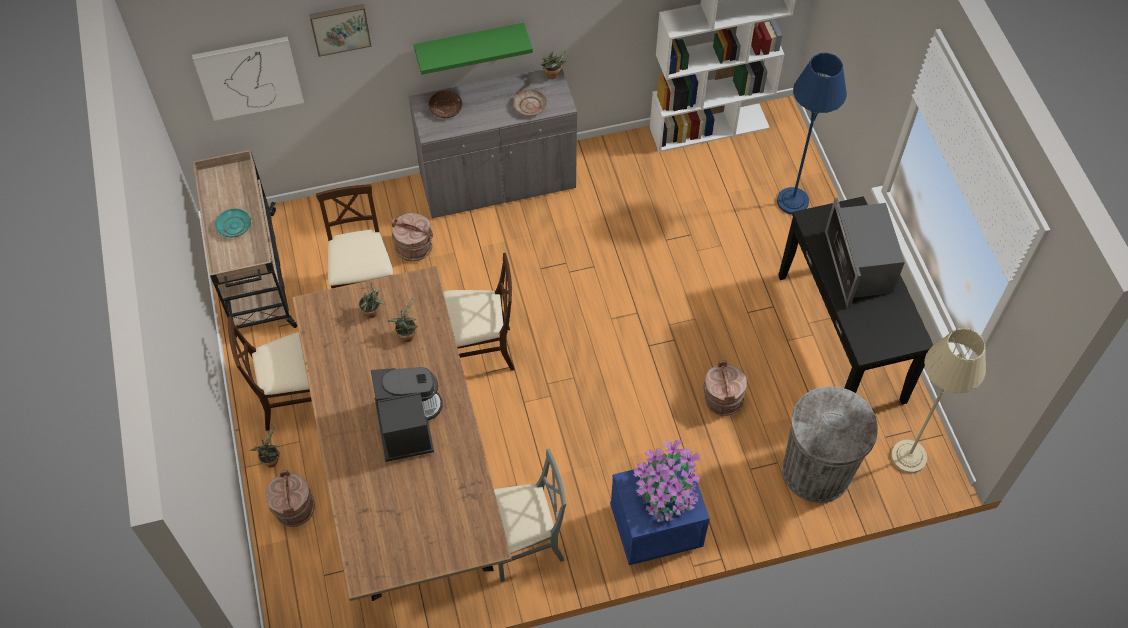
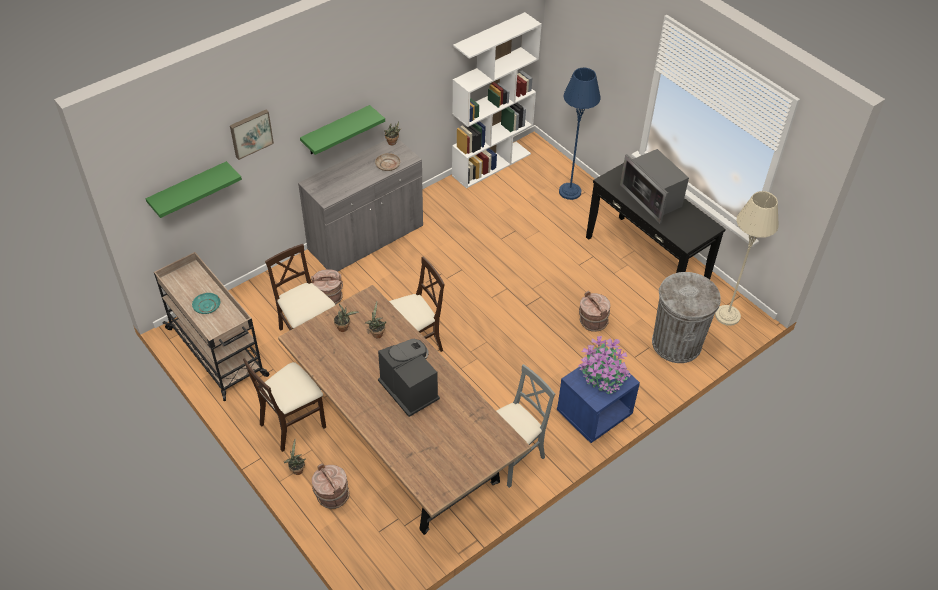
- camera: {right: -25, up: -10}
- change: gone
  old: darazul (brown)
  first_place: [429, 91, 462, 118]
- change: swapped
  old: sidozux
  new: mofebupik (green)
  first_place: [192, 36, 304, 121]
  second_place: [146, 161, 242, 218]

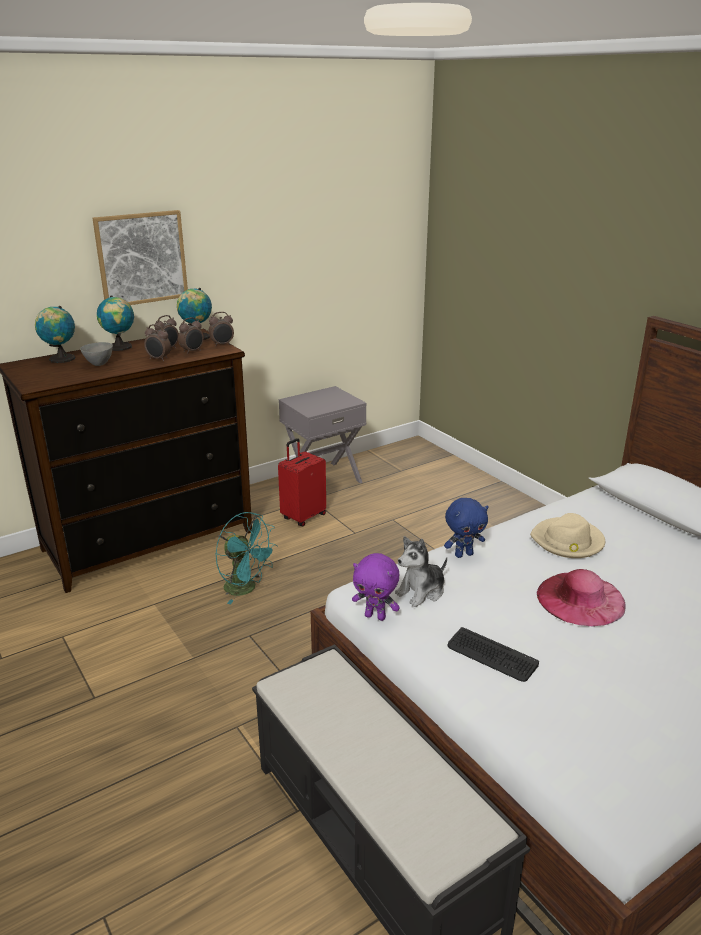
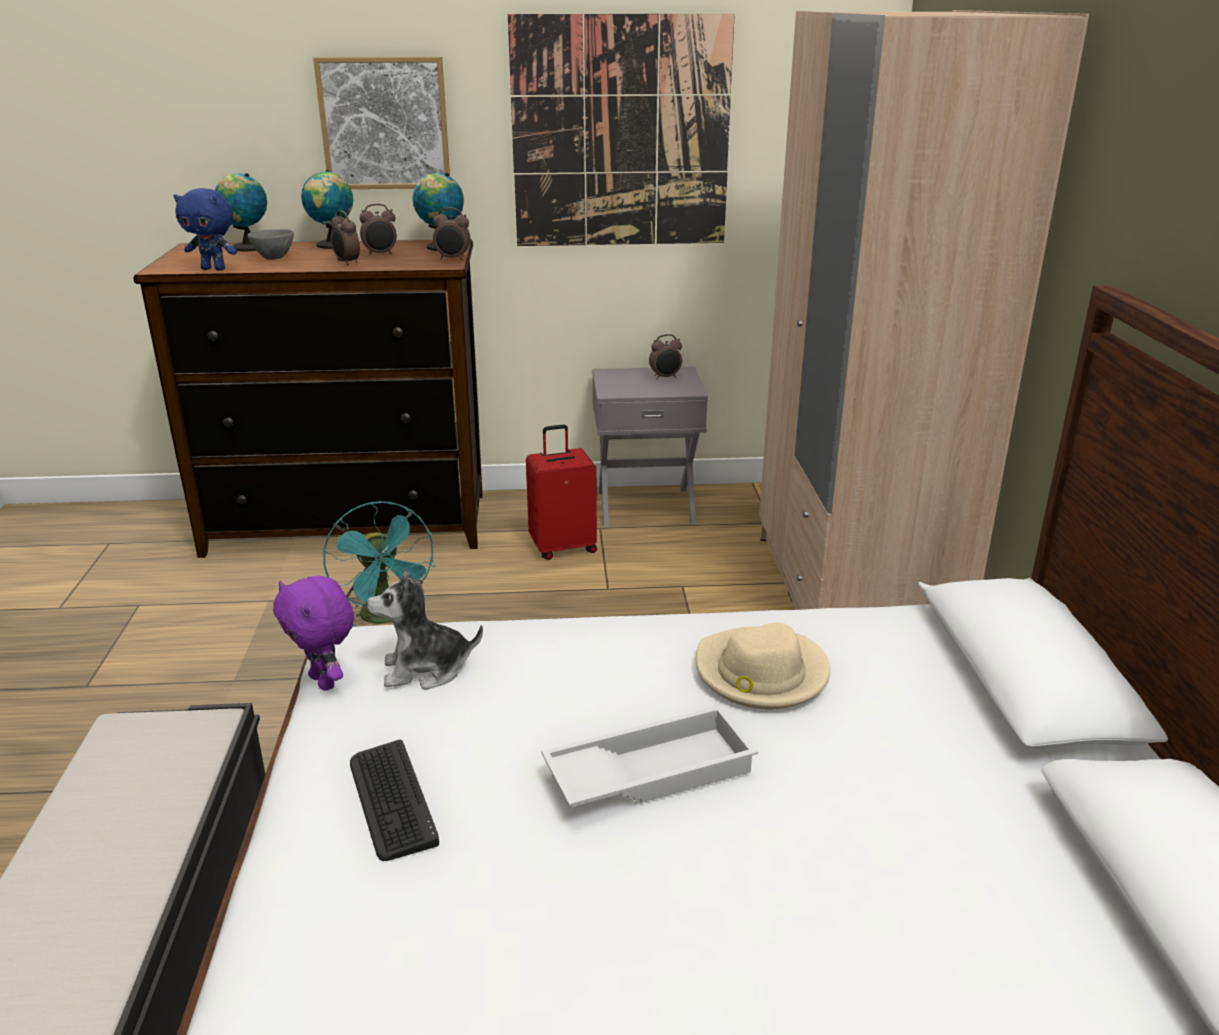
- camera: {right: 30, up: 0}
- change: new
  new: sidozux
  second_place: [508, 14, 735, 246]
- change: new
  new: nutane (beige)
  second_place: [759, 10, 1089, 610]
- change: shifted
  old: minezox
  first_place: [178, 317, 204, 354]
  second_place: [649, 334, 682, 379]
- change: shifted
  old: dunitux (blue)
  first_place: [444, 498, 489, 558]
  second_place: [174, 188, 237, 271]
- change: swapped
  old: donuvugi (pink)
  new: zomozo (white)
  first_place: [537, 569, 626, 627]
  second_place: [541, 705, 758, 807]

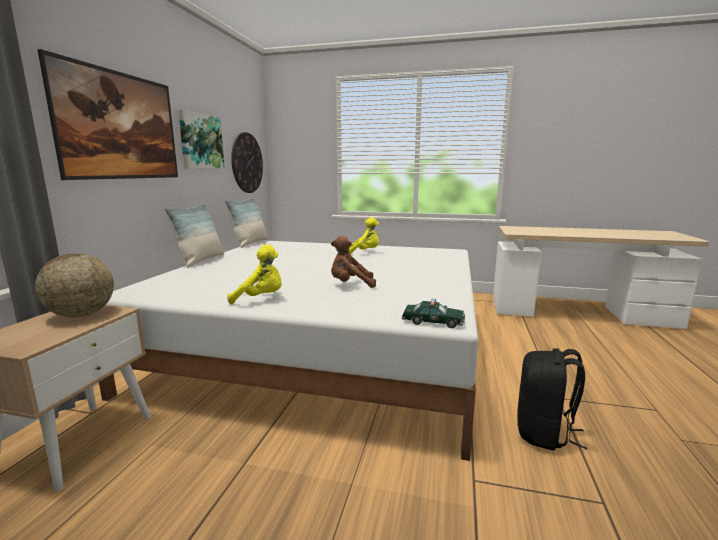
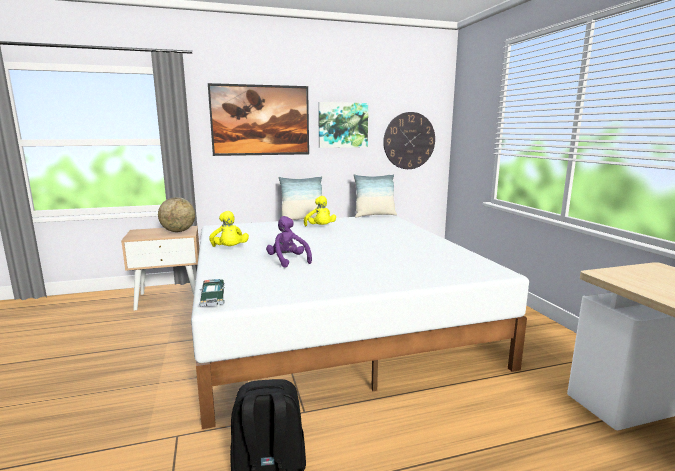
- camera: {right: 60, up: 0}
- change: shifted
  old: dunitux (yellow)
  first_place: [349, 217, 379, 254]
  second_place: [304, 196, 336, 226]
- change: repainted
  old: dunitux (brown)
  new: dunitux (purple)
  first_place: [331, 236, 376, 288]
  second_place: [266, 216, 312, 268]

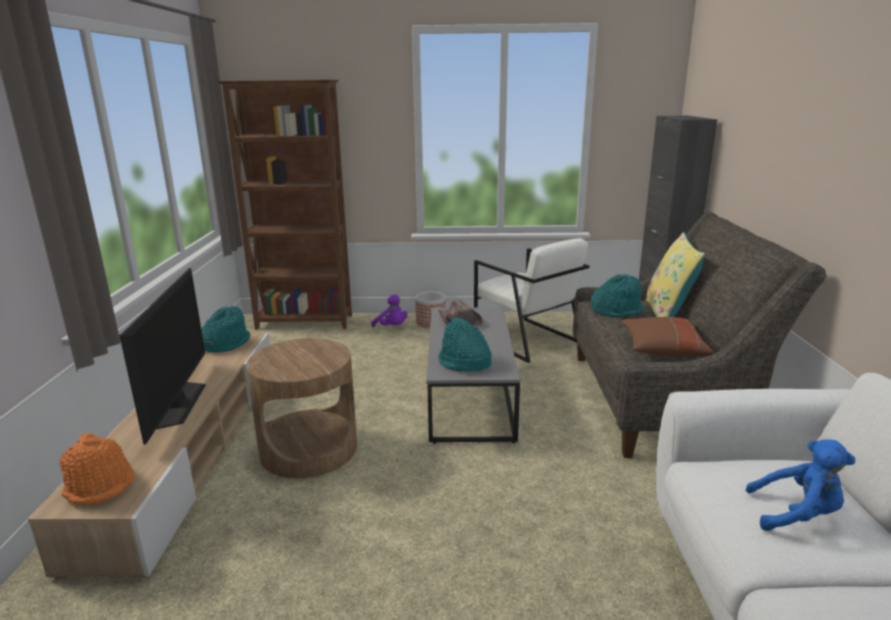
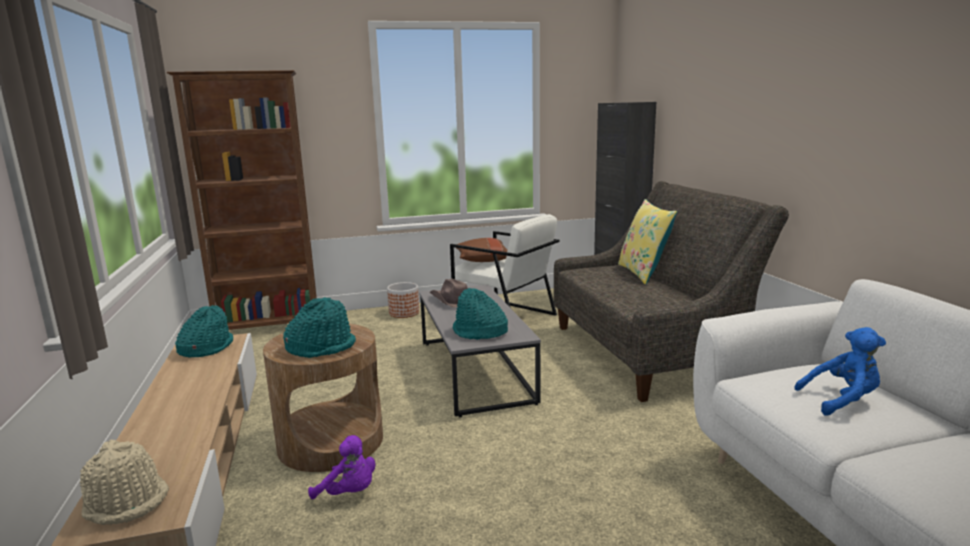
- camera: {right: -15, up: -5}
- change: gone
  old: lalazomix
  first_place: [119, 268, 206, 445]
- change: shifted
  old: dunitux (purple)
  first_place: [371, 294, 407, 327]
  second_place: [308, 435, 375, 499]
- change: shifted
  old: donuvugi (turquoise)
  first_place: [591, 274, 644, 317]
  second_place: [283, 297, 356, 358]
- change: shifted
  old: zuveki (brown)
  first_place: [621, 317, 714, 357]
  second_place: [457, 238, 507, 262]
- change: repainted
  old: donuvugi (orange)
  new: donuvugi (beige)
  first_place: [59, 433, 135, 505]
  second_place: [79, 439, 169, 525]

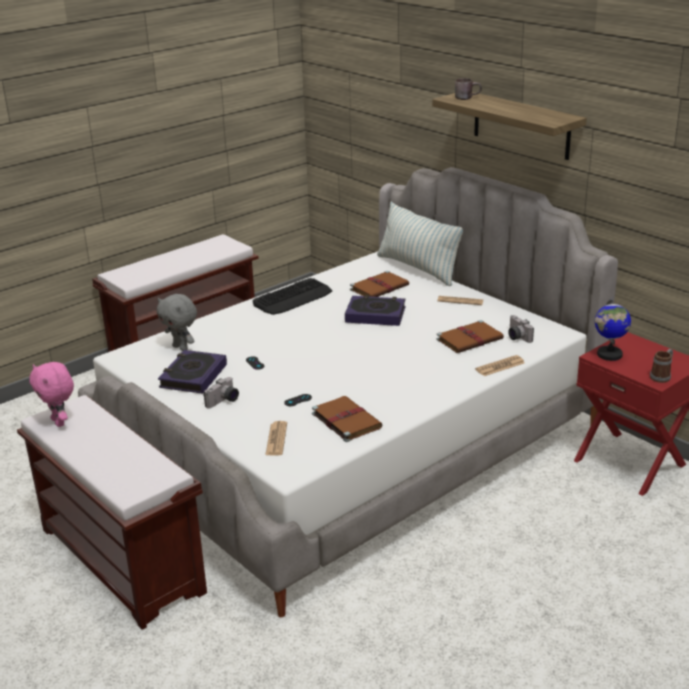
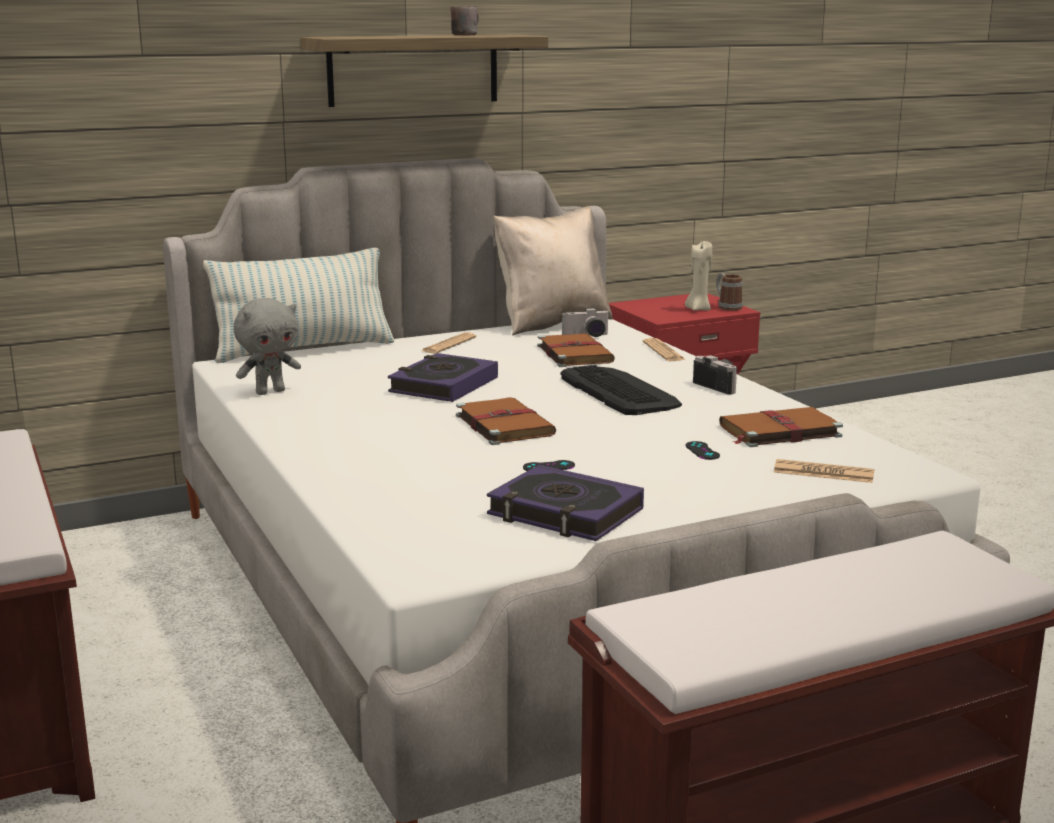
- camera: {right: -75, up: -10}
- change: gone
  old: dunitux (pink)
  first_place: [29, 362, 74, 427]
- change: gone
  old: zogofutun
  first_place: [595, 298, 631, 361]
- change: new
  new: zuveki (beige)
  second_place: [493, 206, 613, 335]
- change: new
  new: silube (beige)
  second_place: [685, 241, 712, 311]
- change: shifted
  old: dunitux (grey)
  first_place: [157, 294, 197, 351]
  second_place: [233, 298, 301, 395]
- change: shifted
  old: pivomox
  first_place: [204, 377, 239, 408]
  second_place: [693, 355, 738, 395]
- change: shifted
  old: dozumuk
  first_place: [253, 278, 332, 315]
  second_place: [560, 365, 682, 415]
- change: shifted
  old: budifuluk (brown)
  first_place: [350, 271, 409, 297]
  second_place: [456, 397, 556, 445]
- change: shifted
  old: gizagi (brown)
  first_place: [455, 78, 482, 100]
  second_place: [451, 6, 479, 35]

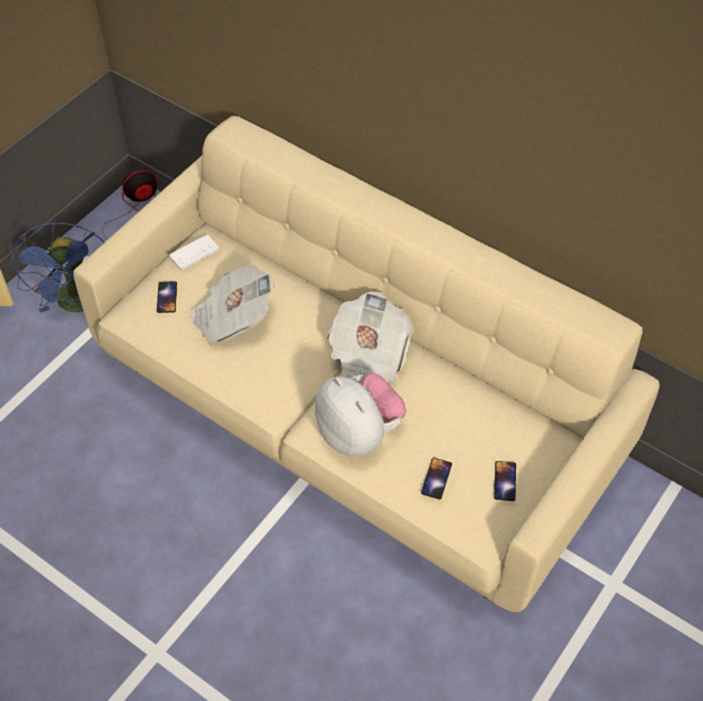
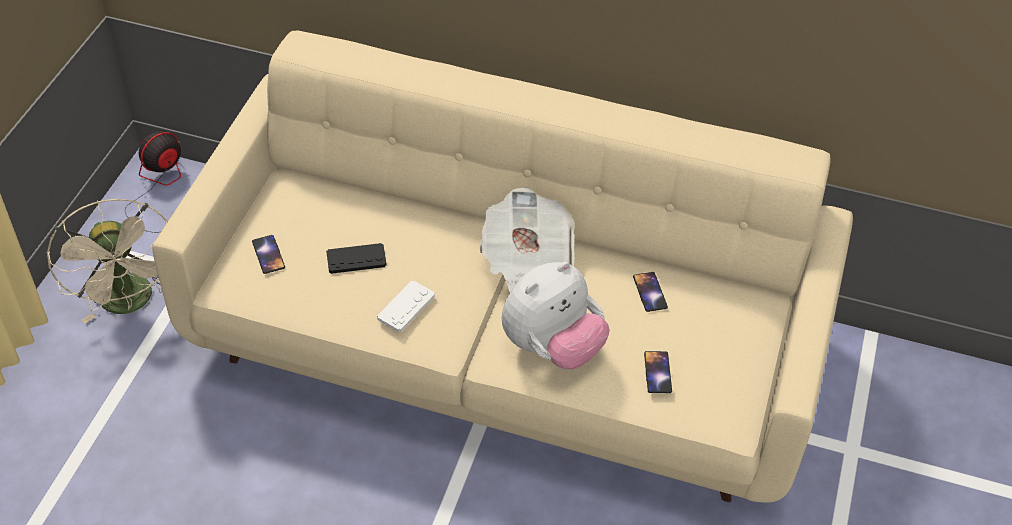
- camera: {right: -20, up: -5}
- change: shifted
  old: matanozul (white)
  first_place: [169, 235, 219, 270]
  second_place: [377, 280, 435, 332]
- change: shifted
  old: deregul
  first_place: [494, 461, 516, 501]
  second_place: [633, 272, 668, 312]
- change: swapped
  old: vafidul
  new: matanozul (black)
  first_place: [189, 264, 275, 345]
  second_place: [326, 243, 387, 274]
- change: repainted
  old: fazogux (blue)
  new: fazogux (beige)
  first_place: [10, 222, 104, 313]
  second_place: [47, 199, 168, 323]
- change: rotated
  old: dunitux
  first_place: [315, 373, 406, 456]
  second_place: [502, 261, 610, 369]
  degrees: 105

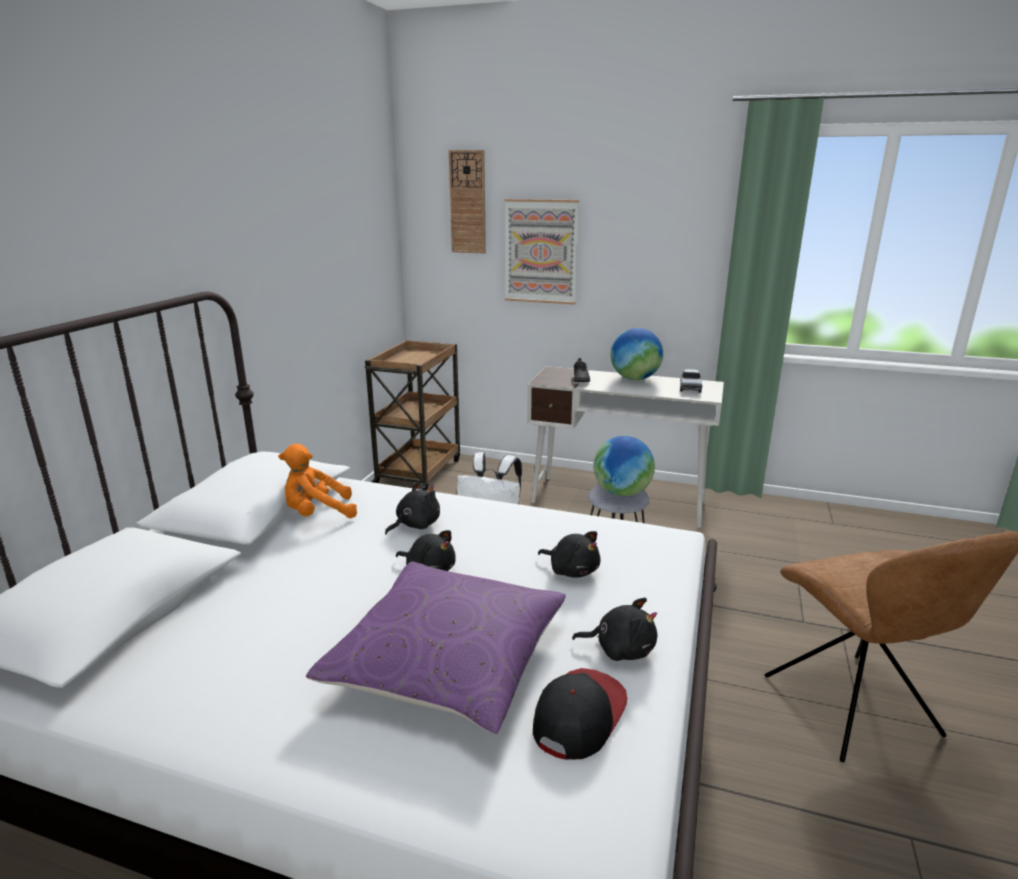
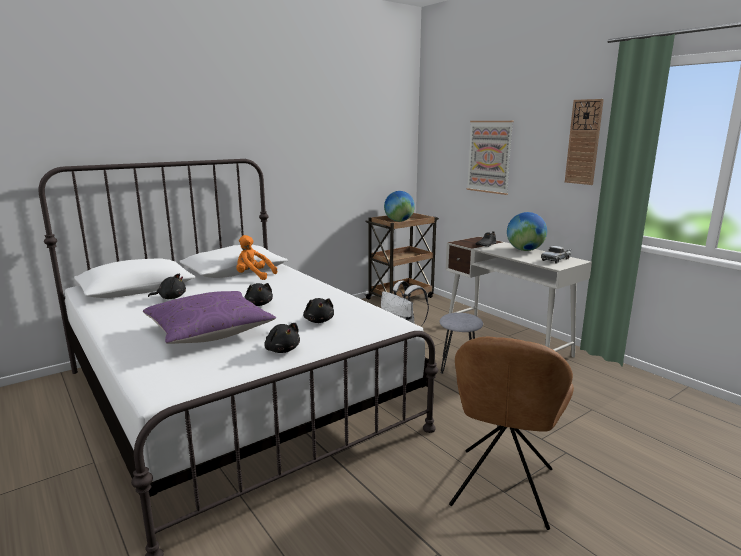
- camera: {right: 35, up: -5}
- change: gone
  old: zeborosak
  first_place: [533, 668, 627, 760]
- change: shifted
  old: dunitux (black)
  first_place: [385, 482, 440, 535]
  second_place: [148, 273, 186, 299]
- change: shifted
  old: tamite
  first_place: [449, 150, 486, 253]
  second_place: [565, 99, 604, 185]
- change: shifted
  old: zogofutun
  first_place: [593, 436, 655, 496]
  second_place: [384, 191, 415, 222]

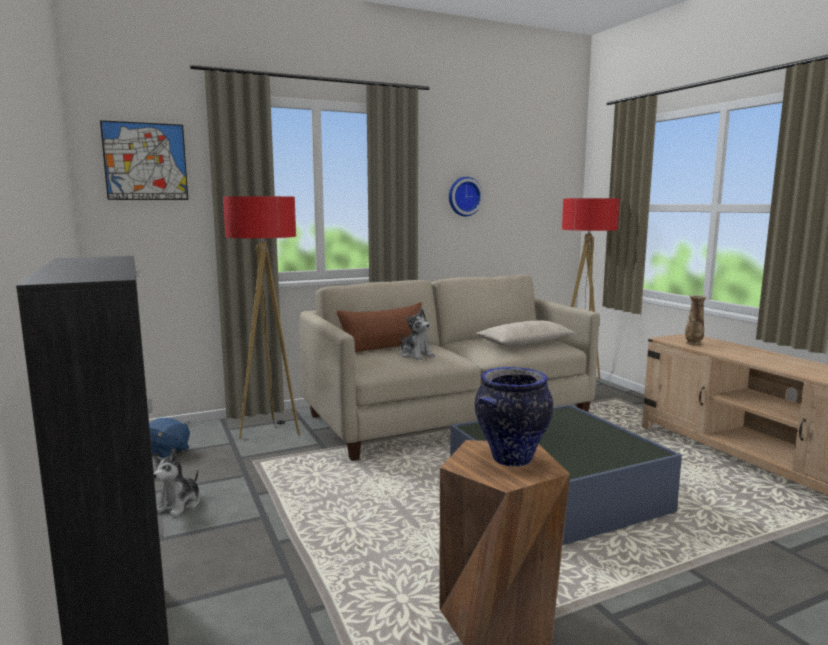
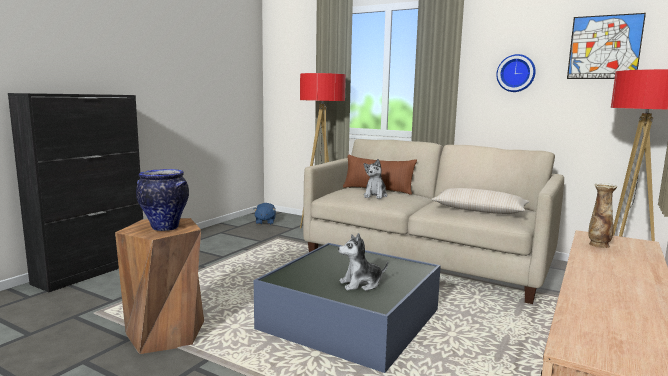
- camera: {right: 55, up: 0}
- change: shifted
  old: sidozux
  first_place: [100, 120, 188, 200]
  second_place: [567, 13, 646, 79]
- change: shifted
  old: dunitux
  first_place: [154, 451, 200, 517]
  second_place: [338, 233, 388, 291]

